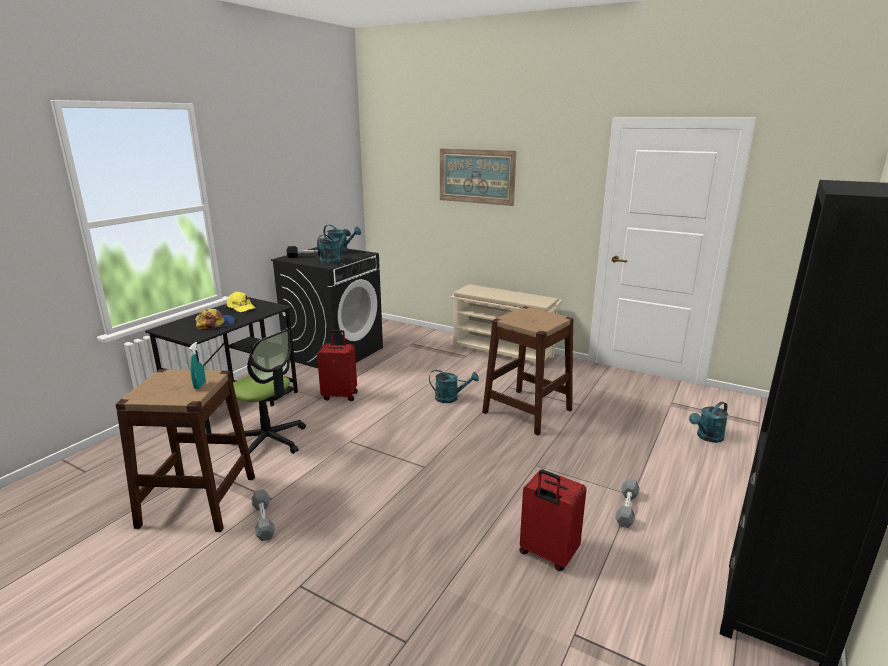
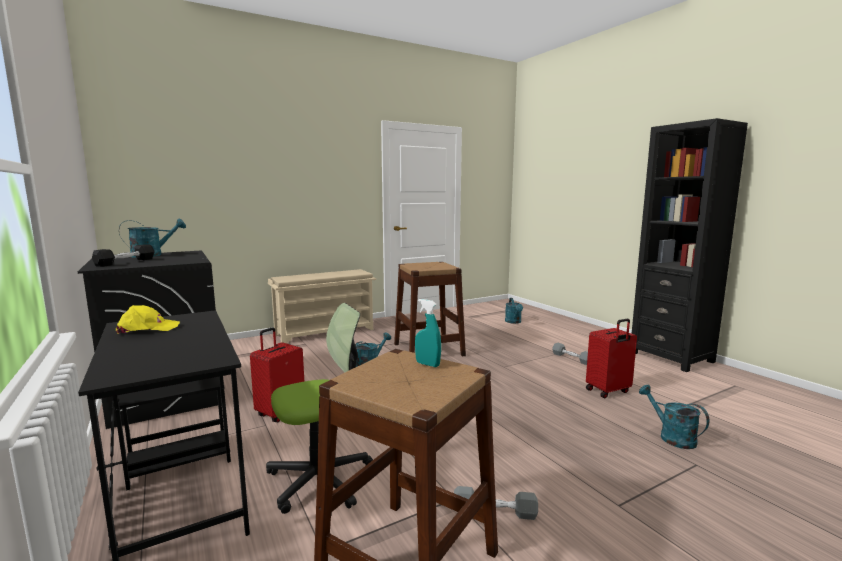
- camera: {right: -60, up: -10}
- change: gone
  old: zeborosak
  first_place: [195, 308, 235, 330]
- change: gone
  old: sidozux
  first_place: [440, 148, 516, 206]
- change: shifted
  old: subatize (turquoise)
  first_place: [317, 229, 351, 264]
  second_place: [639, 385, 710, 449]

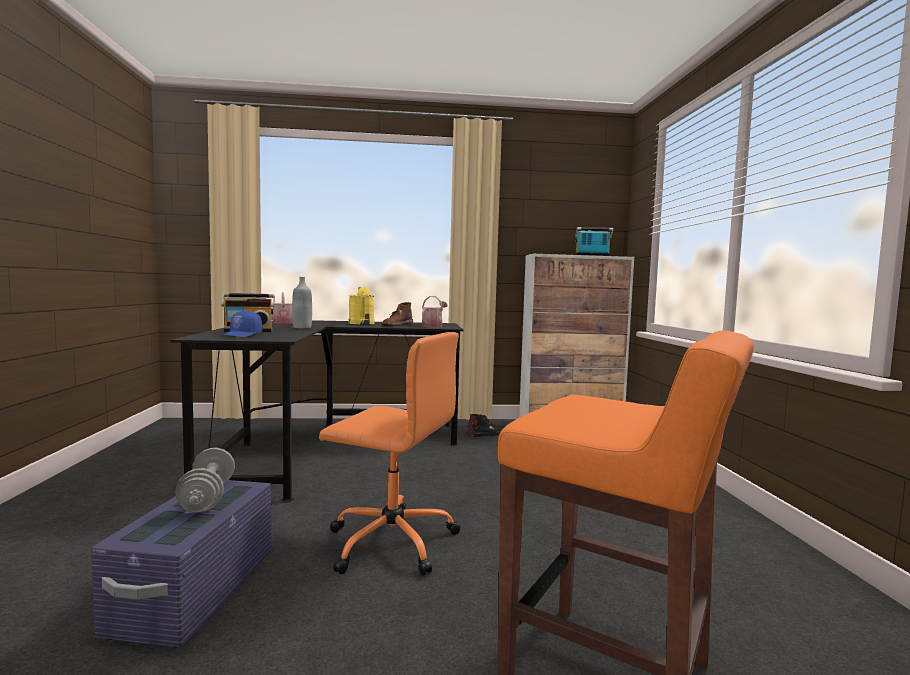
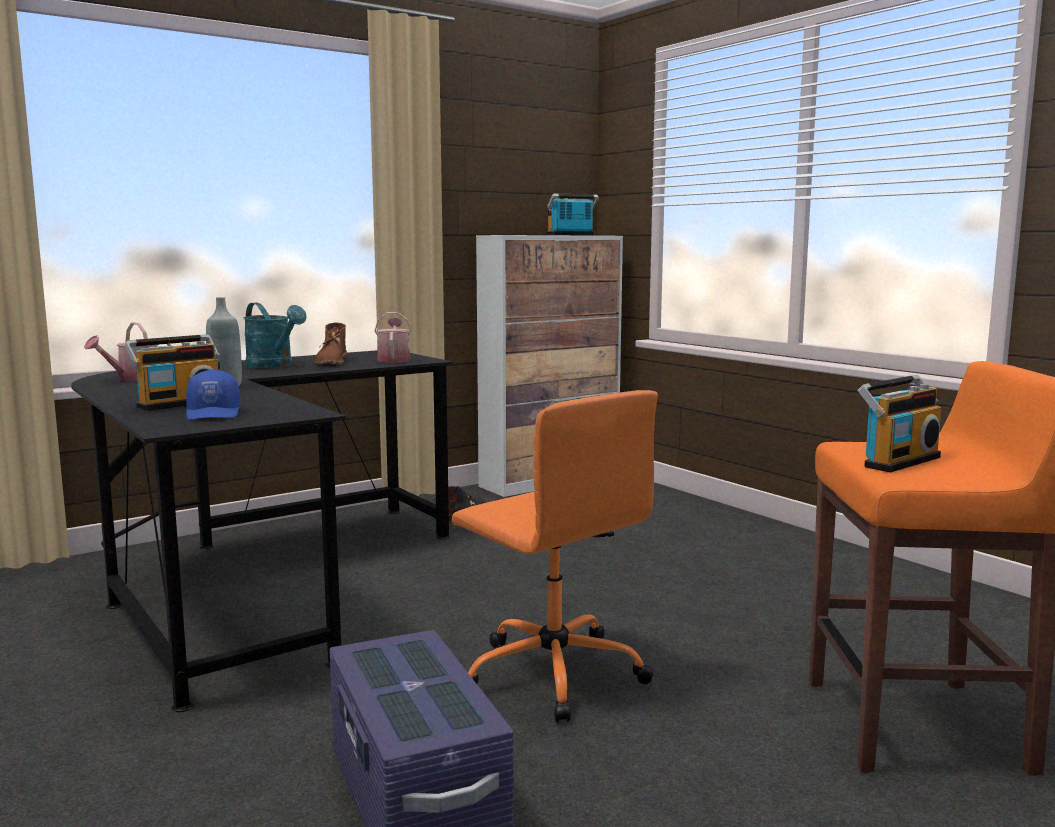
- camera: {right: -30, up: 5}
- change: gone
  old: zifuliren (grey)
  first_place: [175, 448, 235, 513]
- change: new
  new: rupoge
  second_place: [858, 375, 941, 473]
- change: repainted
  old: subatize (yellow)
  new: subatize (turquoise)
  first_place: [348, 287, 374, 324]
  second_place: [244, 303, 307, 368]
- change: rotated
  old: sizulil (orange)
  first_place: [319, 332, 461, 576]
  second_place: [452, 390, 658, 723]
  degrees: 60

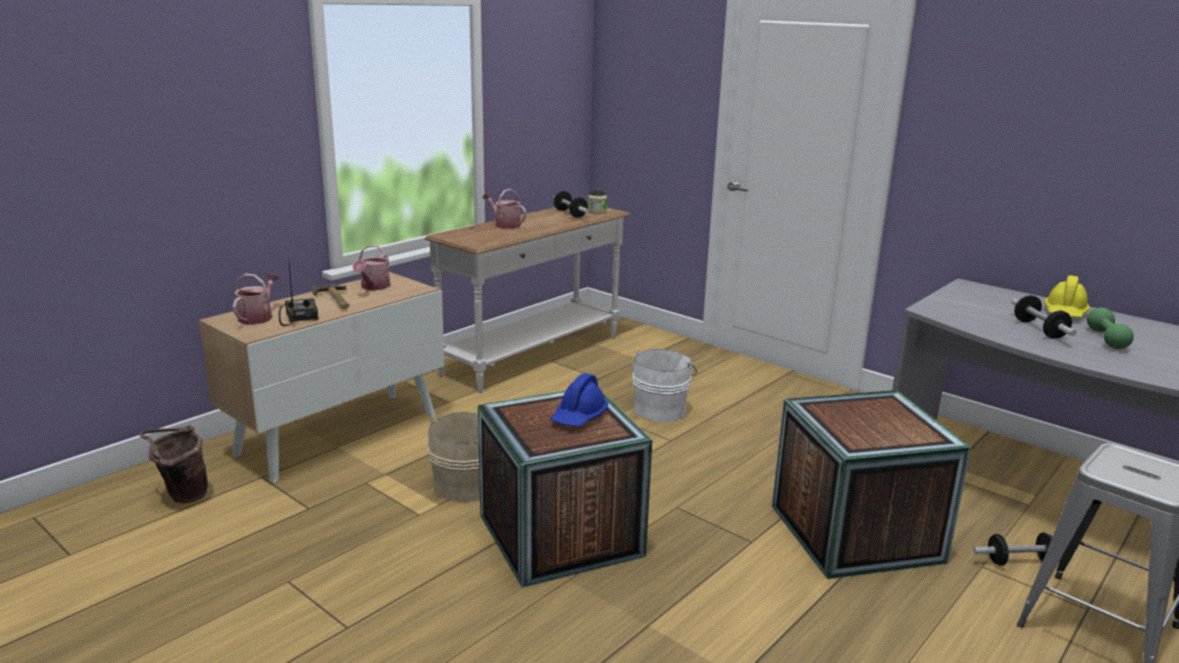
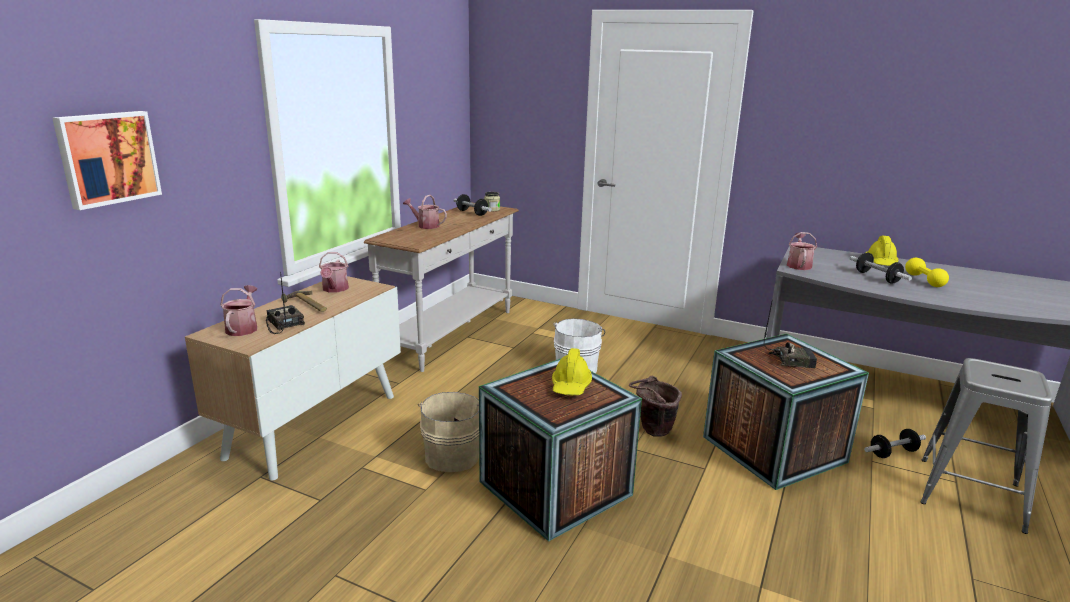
- camera: {right: -15, up: 0}
- change: new
  new: sidozux
  second_place: [52, 111, 162, 210]
- change: new
  new: rupoge
  second_place: [764, 302, 817, 368]
- change: new
  new: subatize
  second_place: [787, 232, 817, 270]
- change: shifted
  old: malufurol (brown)
  first_place: [140, 425, 208, 503]
  second_place: [629, 376, 682, 437]
- change: repainted
  old: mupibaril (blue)
  new: mupibaril (yellow)
  first_place: [550, 373, 608, 426]
  second_place: [552, 348, 592, 395]
- change: repainted
  old: zifuliren (green)
  new: zifuliren (yellow)
  first_place: [1087, 308, 1134, 349]
  second_place: [905, 258, 949, 287]

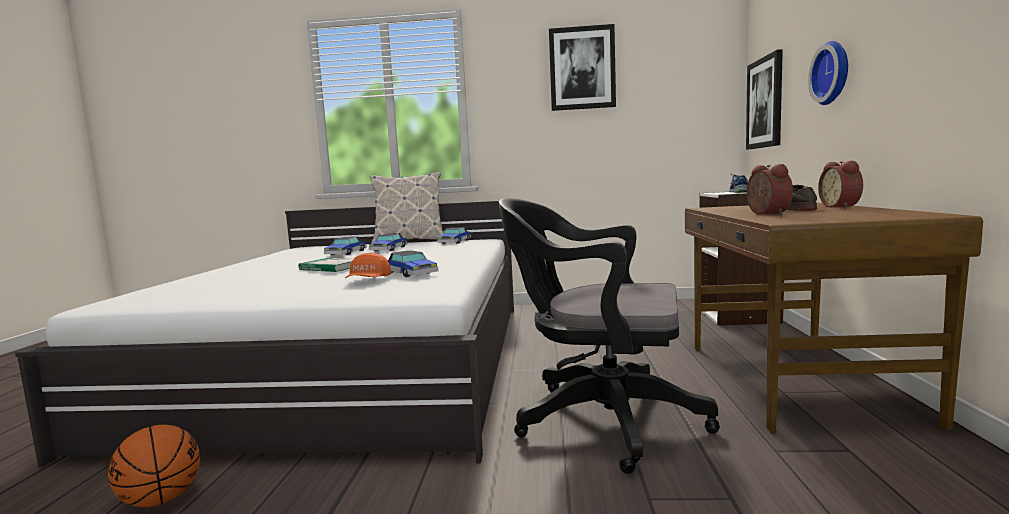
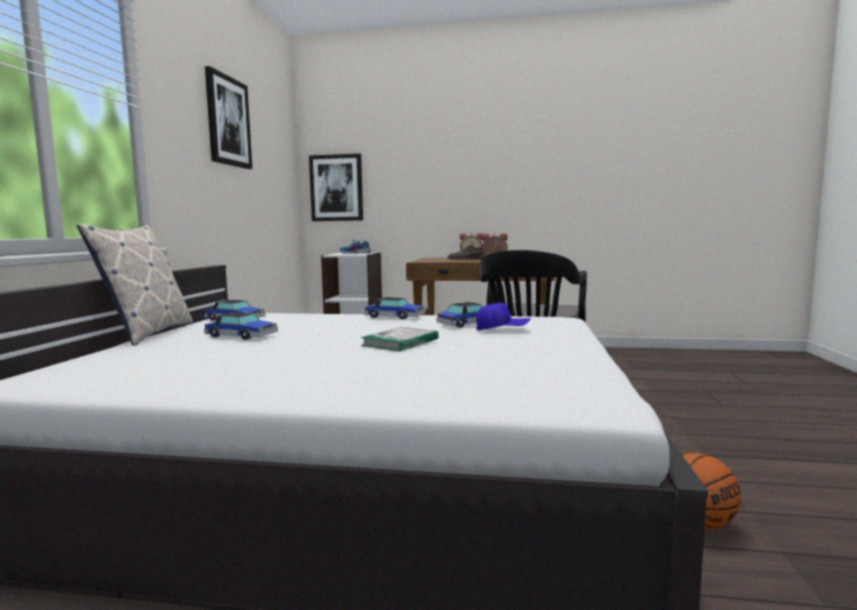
- camera: {right: -85, up: 0}
- change: gone
  old: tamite
  first_place: [808, 41, 848, 105]
- change: shifted
  old: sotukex
  first_place: [324, 237, 367, 255]
  second_place: [364, 297, 425, 320]
- change: repainted
  old: zeborosak (orange)
  new: zeborosak (blue)
  first_place: [345, 253, 391, 278]
  second_place: [476, 303, 530, 331]

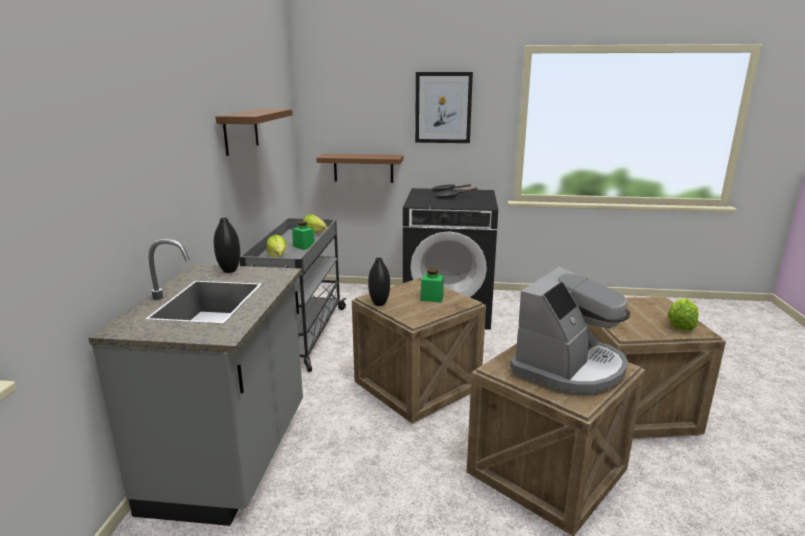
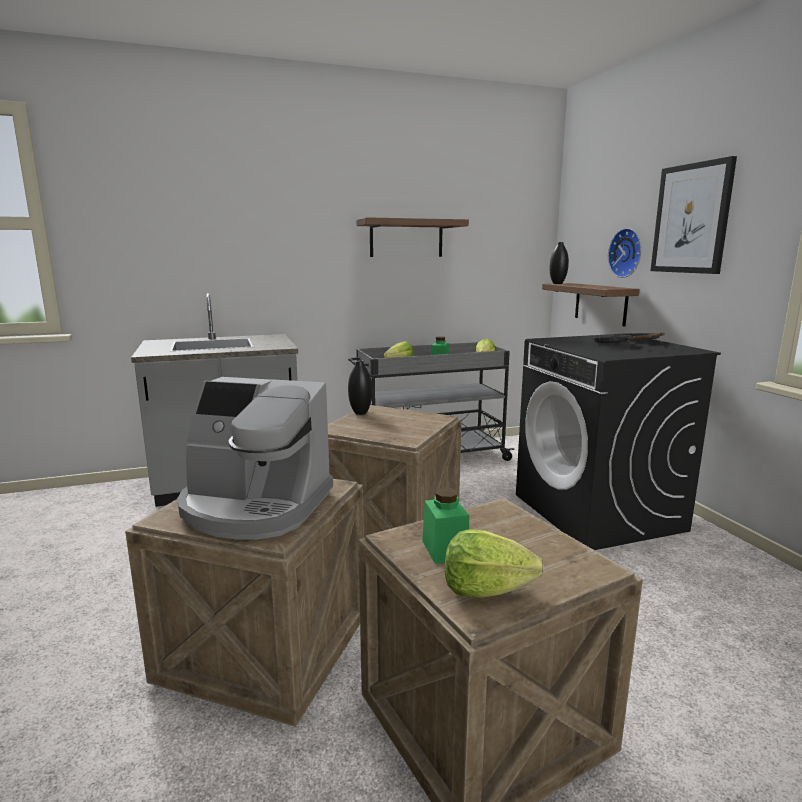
- camera: {right: 65, up: -5}
- change: new
  new: tamite
  second_place: [608, 228, 642, 278]
- change: shifted
  old: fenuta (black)
  first_place: [214, 218, 240, 273]
  second_place: [550, 242, 569, 284]
- change: shifted
  old: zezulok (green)
  first_place: [420, 268, 444, 302]
  second_place: [422, 487, 469, 564]

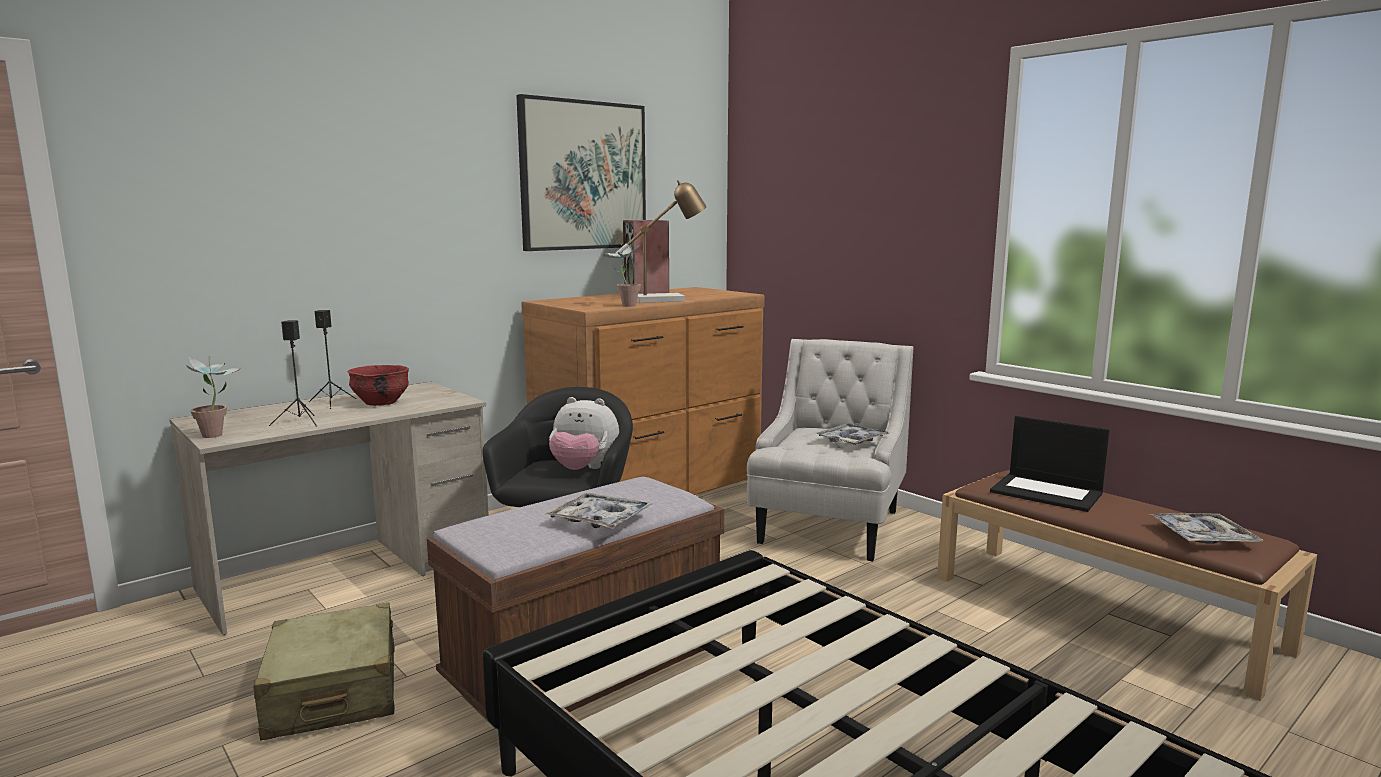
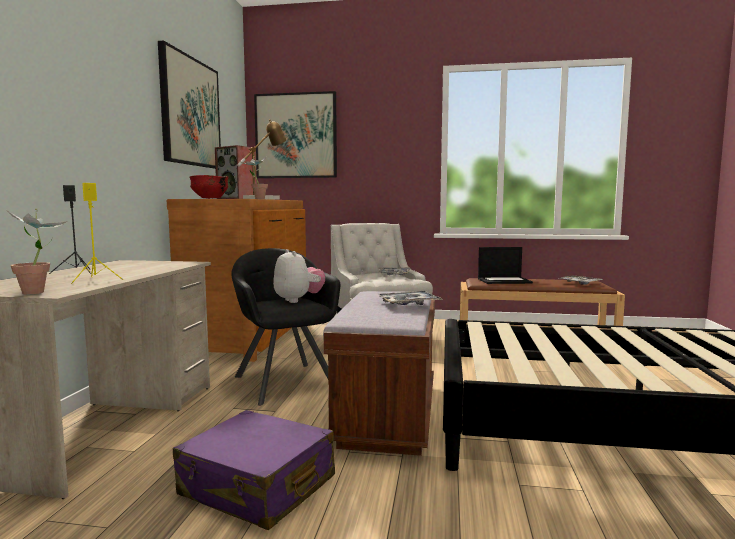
- camera: {right: -40, up: -5}
- change: new
  new: sidozux
  second_place: [254, 91, 337, 178]
- change: shifted
  old: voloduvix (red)
  first_place: [347, 365, 409, 406]
  second_place: [190, 175, 229, 199]
- change: repainted
  old: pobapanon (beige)
  new: pobapanon (purple)
  first_place: [253, 603, 395, 741]
  second_place: [173, 410, 335, 530]
- change: repainted
  old: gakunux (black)
  new: gakunux (yellow)
  first_place: [269, 320, 317, 427]
  second_place: [71, 183, 123, 284]
- change: rotated
  old: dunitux
  first_place: [549, 397, 619, 470]
  second_place: [273, 249, 325, 303]
  degrees: -90

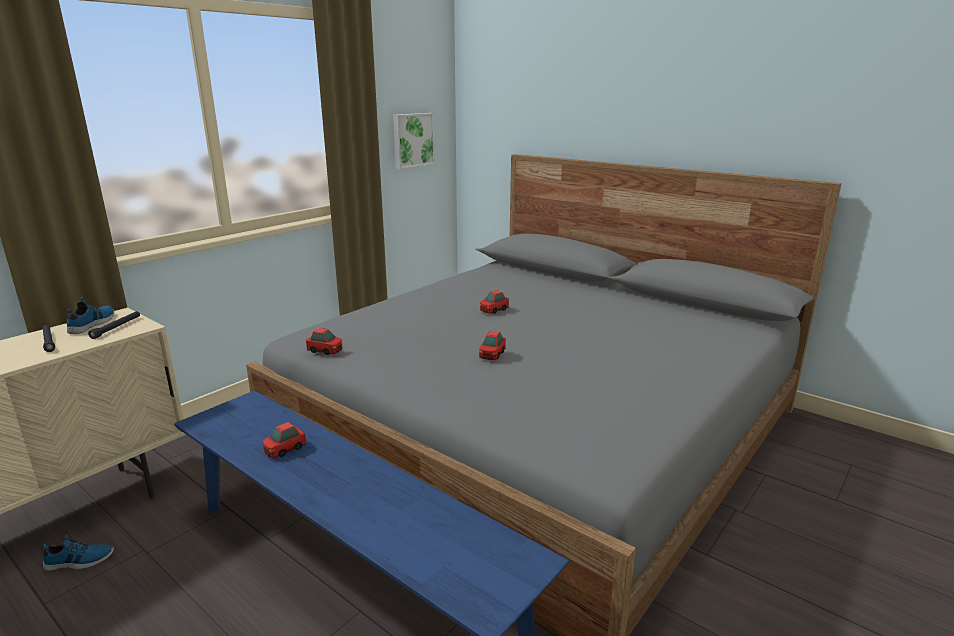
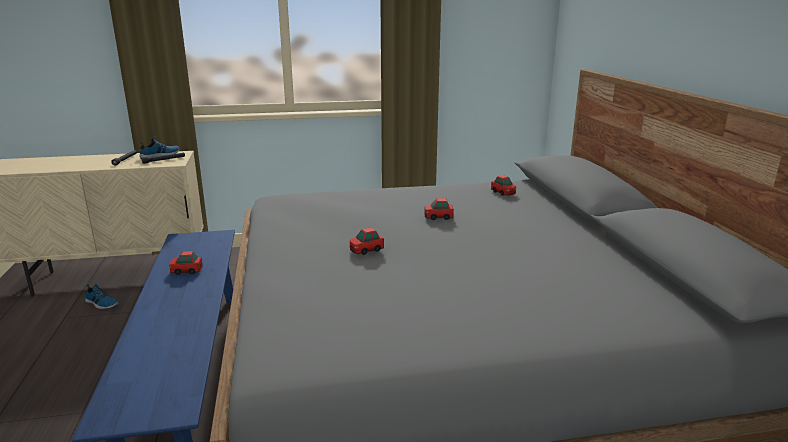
- camera: {right: 40, up: 0}
- change: gone
  old: sidozux
  first_place: [393, 113, 435, 169]
- change: shifted
  old: sotukex
  first_place: [306, 328, 343, 355]
  second_place: [491, 175, 516, 196]

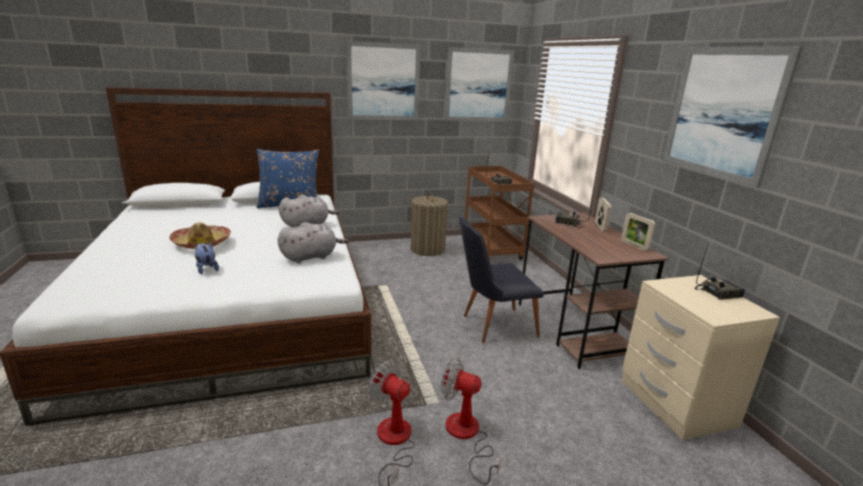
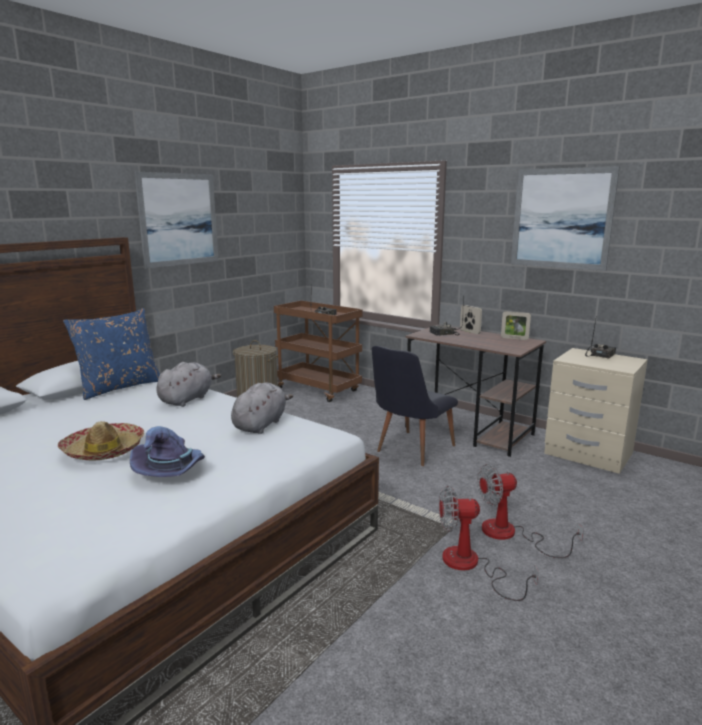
- camera: {right: -35, up: -5}
- change: gone
  old: sidozux
  first_place: [444, 47, 514, 121]
- change: swapped
  old: dunitux
  new: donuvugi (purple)
  first_place: [195, 243, 219, 274]
  second_place: [130, 426, 205, 477]

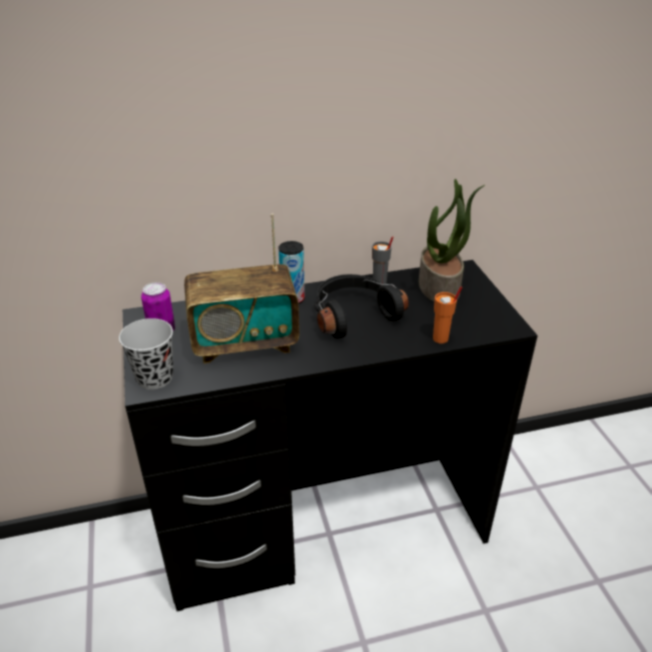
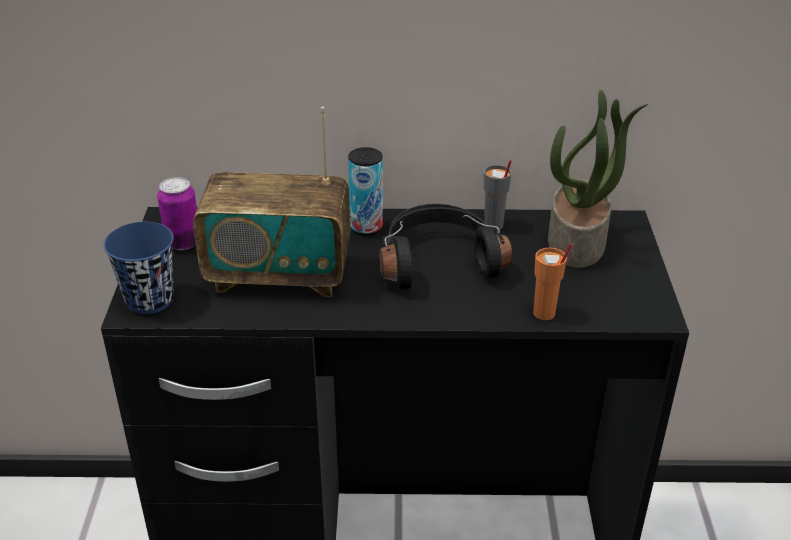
- camera: {right: 15, up: 0}
- change: repainted
  old: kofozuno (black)
  new: kofozuno (blue)
  first_place: [119, 318, 173, 390]
  second_place: [104, 222, 174, 314]

